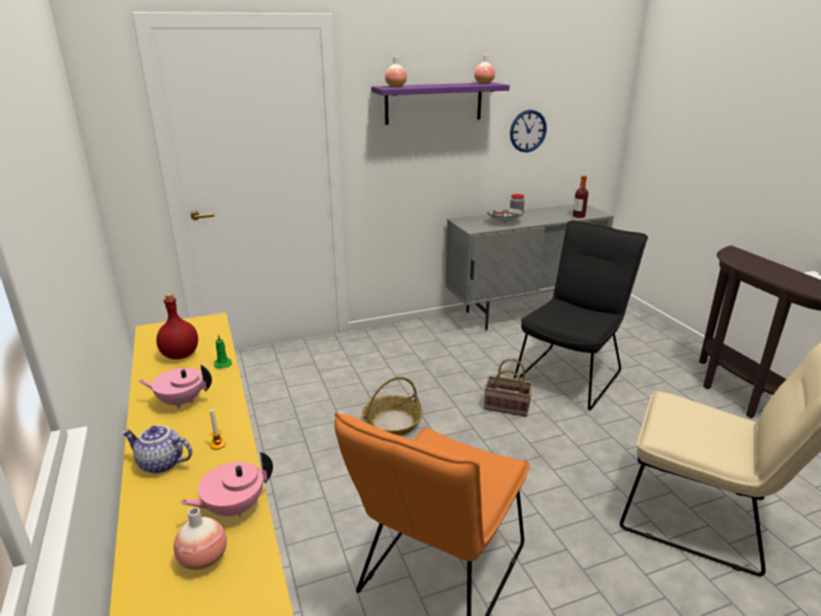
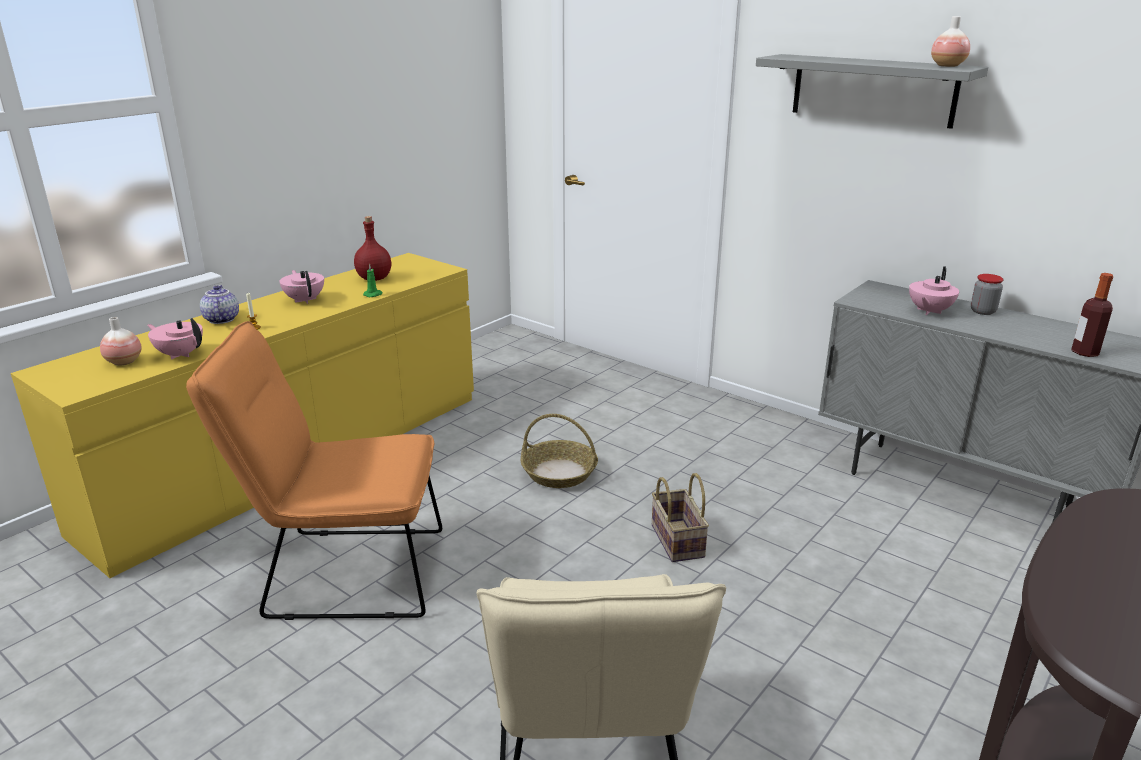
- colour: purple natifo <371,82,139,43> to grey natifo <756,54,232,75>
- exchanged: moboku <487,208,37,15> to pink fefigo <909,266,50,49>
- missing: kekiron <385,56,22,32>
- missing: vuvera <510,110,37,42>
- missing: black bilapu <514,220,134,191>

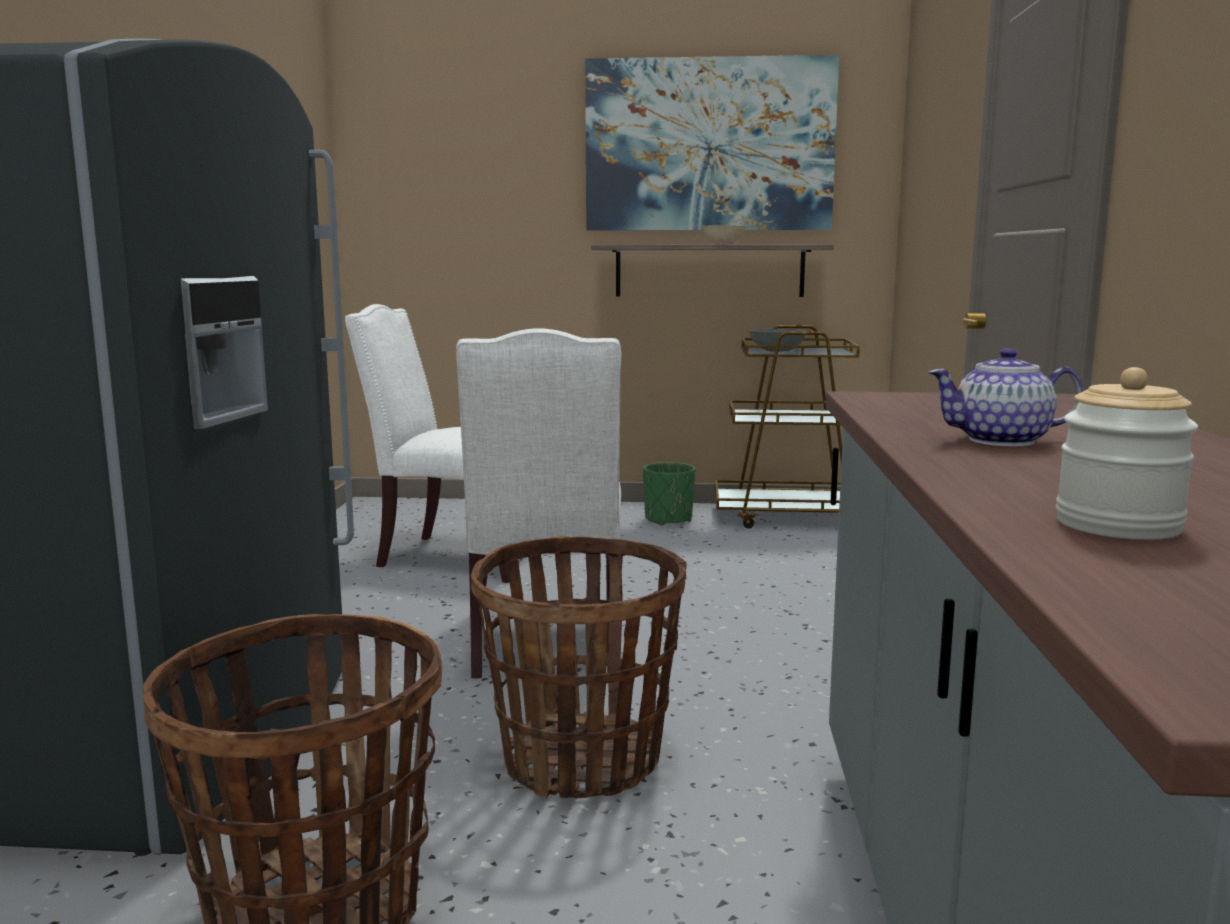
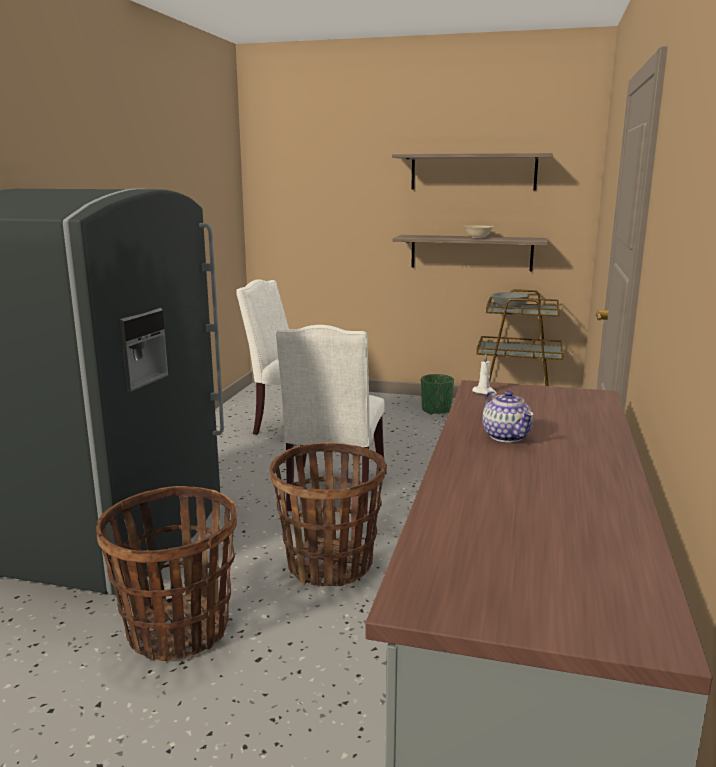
- exchanged: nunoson <585,55,254,175> to natifo <392,153,161,37>
- appeared: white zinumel <472,355,25,40>
- spun: fefigo <928,348,156,99> = <483,391,51,52> 120 degrees counterclockwise
- missing: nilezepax <1056,367,142,173>

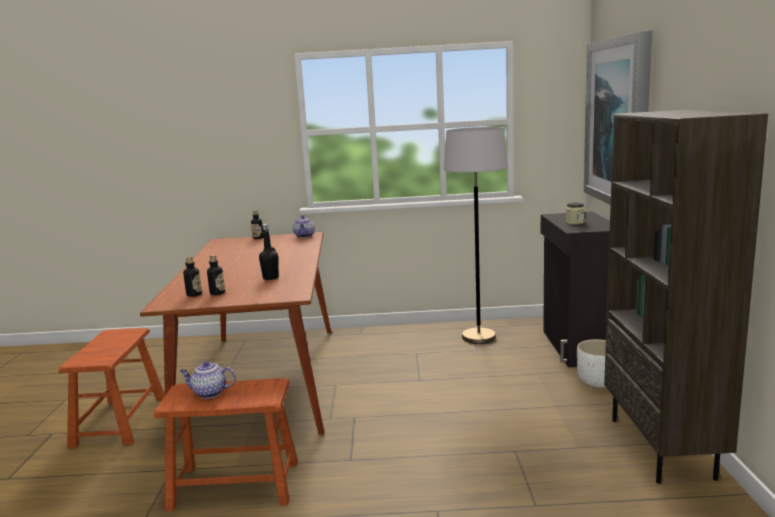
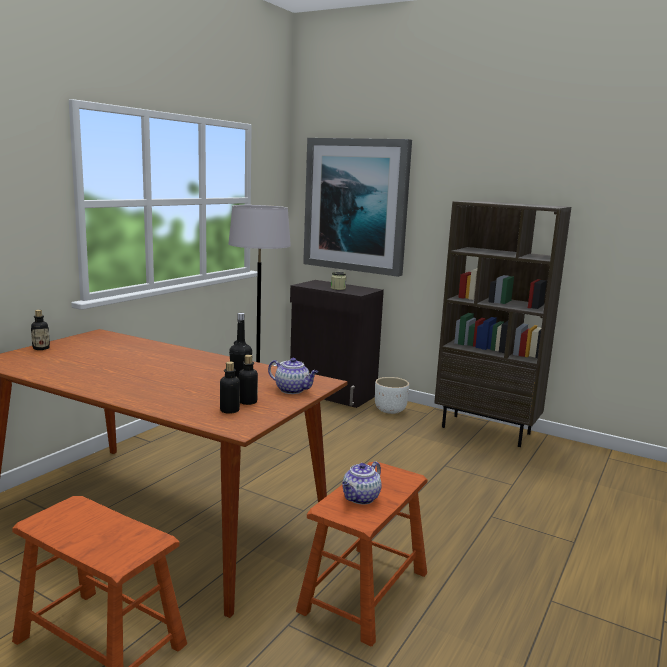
- relocated: fefigo <293,215,22,23> to <268,358,50,36>

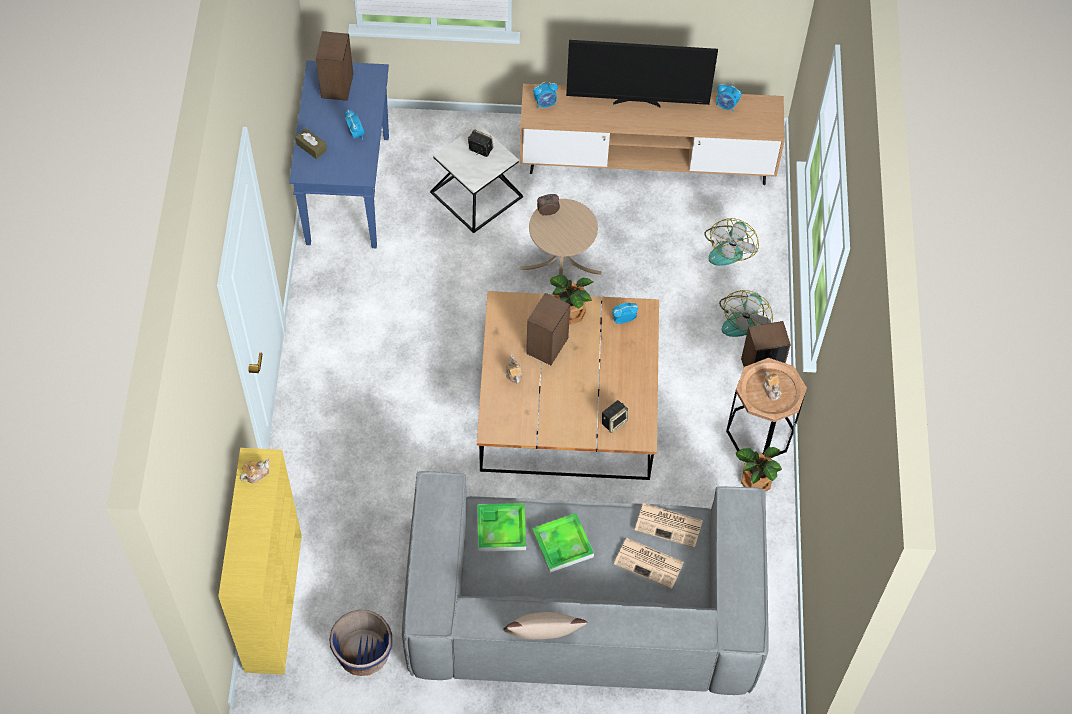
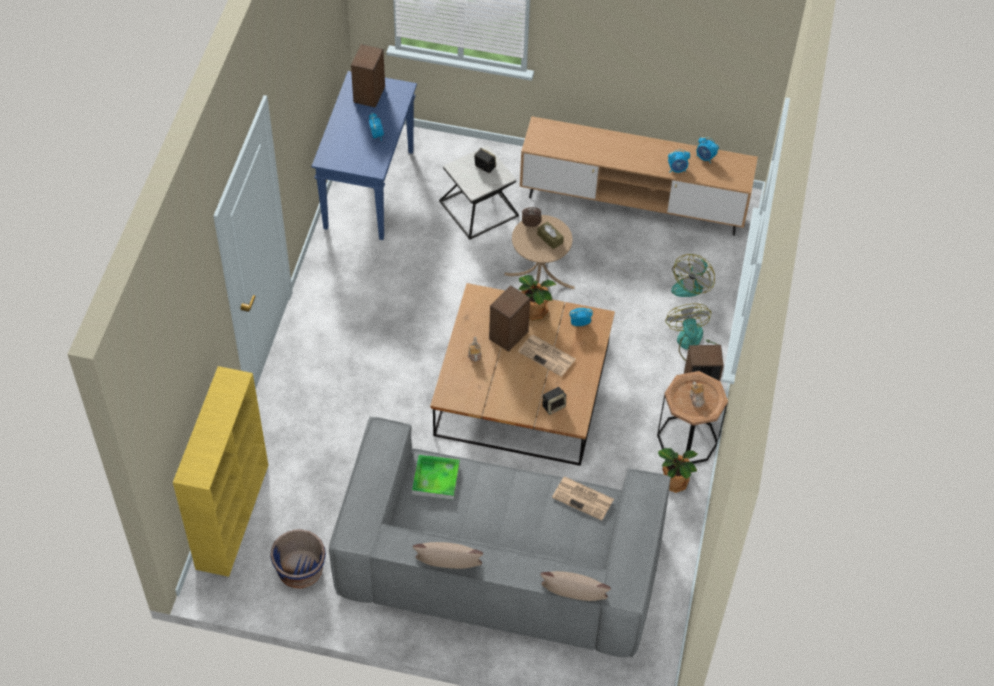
- relocated: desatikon <614,538,70,51> to <518,335,58,42>
- relocated: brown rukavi <295,128,32,31> to <537,221,27,28>
- appeared: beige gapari <541,571,70,30>
- spun: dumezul <719,290,54,47> = <665,304,53,57> 135 degrees clockwise
- relocated: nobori <533,81,25,28> to <668,149,22,24>
- missing: fefigo <240,459,30,24>
- missing: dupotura <532,513,62,60>
- missing: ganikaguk <566,40,152,67>

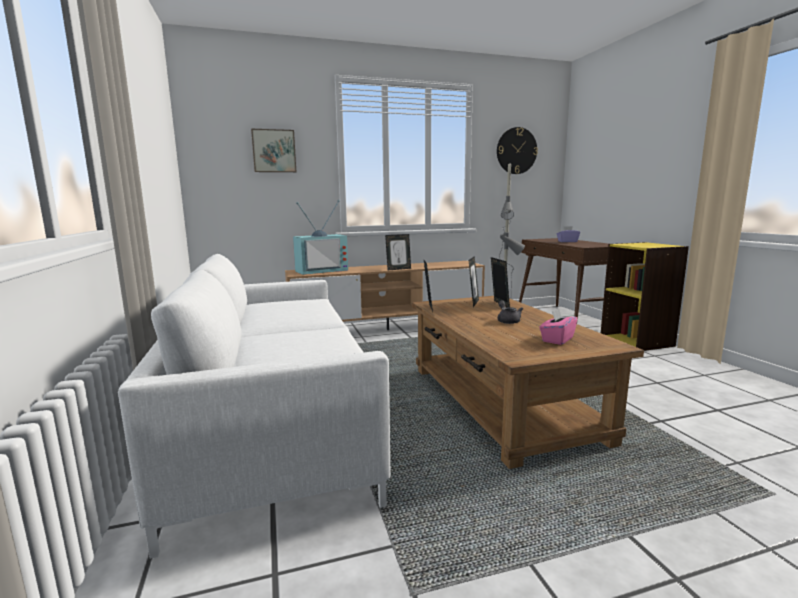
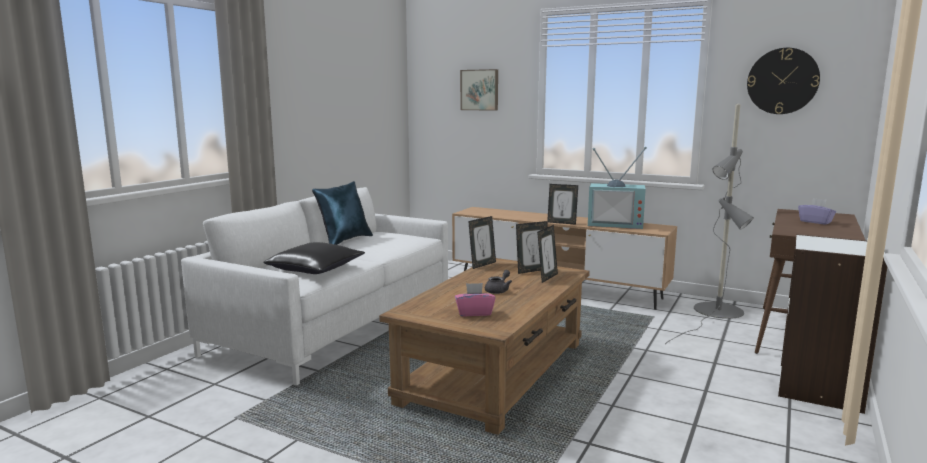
- appeared: black gapari <264,242,101,32>
- appeared: blue gapari <312,181,61,64>
- relocated: ganikaguk <293,200,55,75> to <588,147,59,82>
- colour: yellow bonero <601,242,88,109> to white bonero <778,234,109,180>

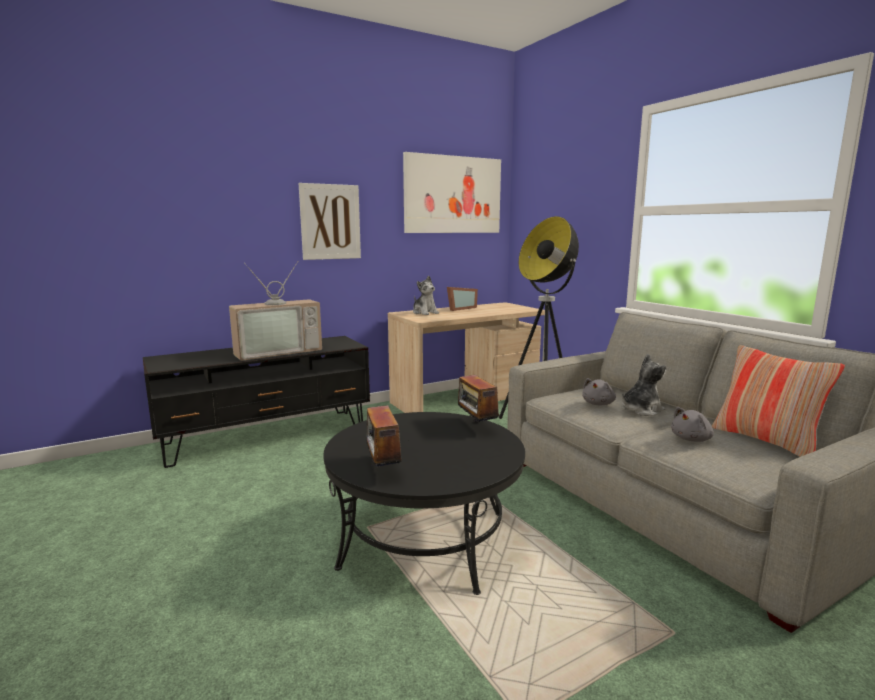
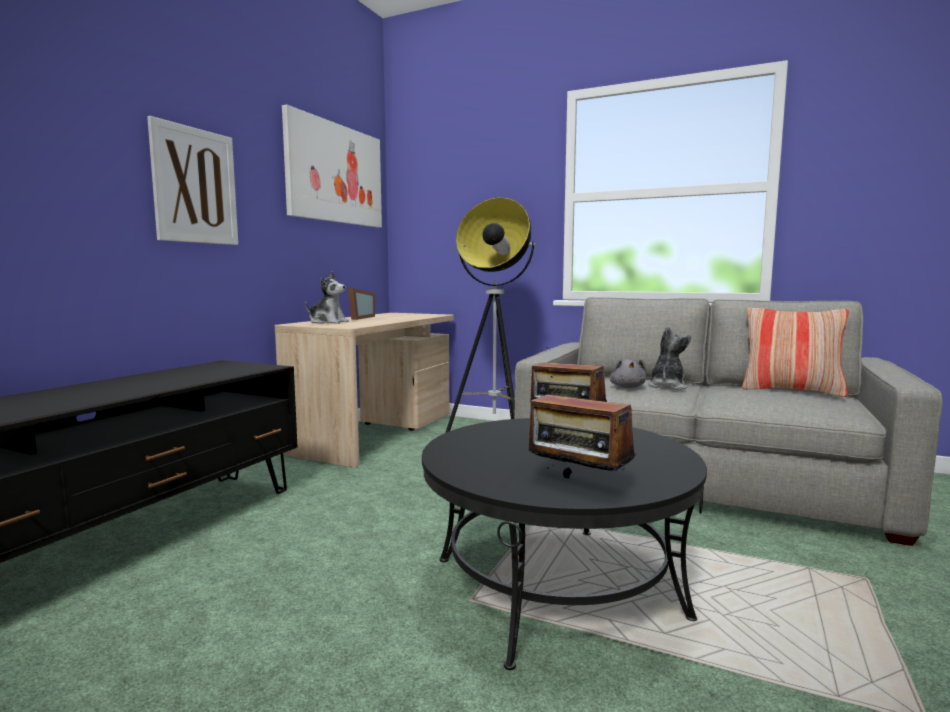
- missing: ganikaguk <229,262,93,99>
- missing: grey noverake <671,407,43,35>

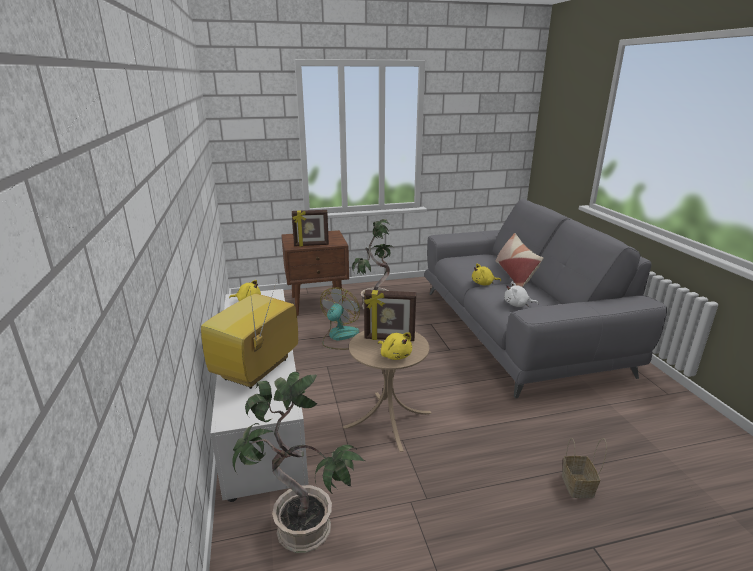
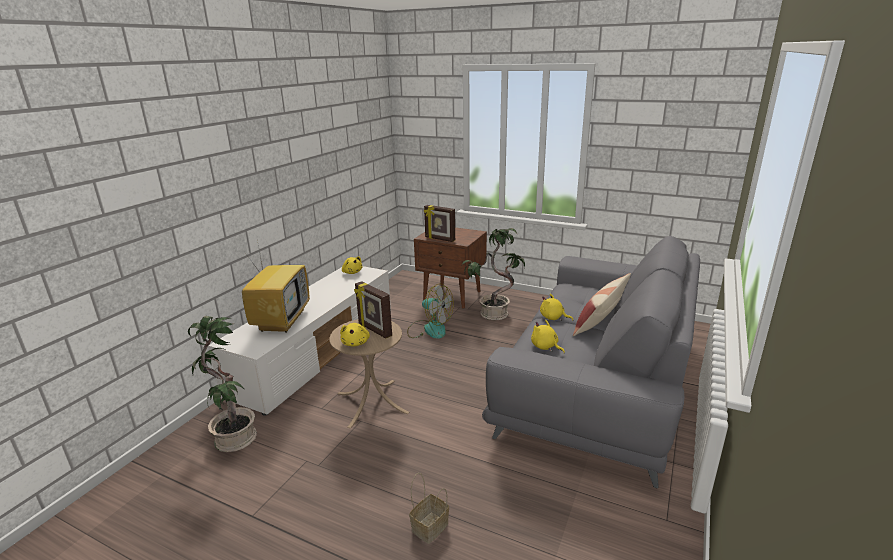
- spun: ganikaguk <201,280,97,109> = <242,234,68,99> 120 degrees clockwise
- spun: dumezul <320,287,40,63> = <407,284,47,55> 60 degrees clockwise
- colour: white noverake <504,281,35,26> to yellow noverake <531,320,34,33>

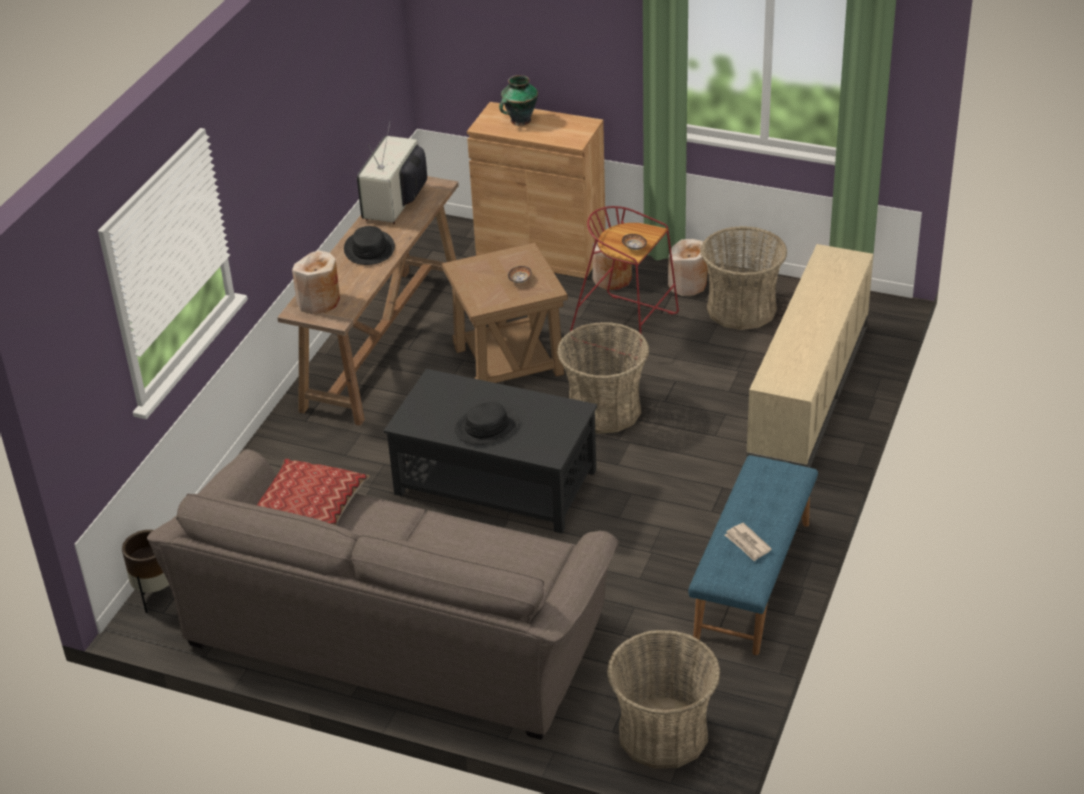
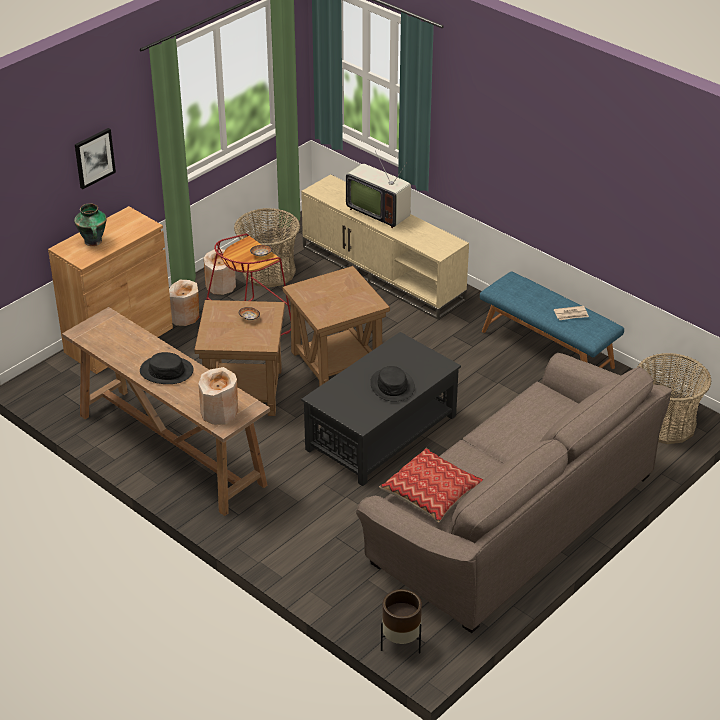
- appeared: nunoson <75,128,41,61>
- exchanged: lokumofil <557,322,92,112> to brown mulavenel <283,266,107,121>
- relocated: ganikaguk <357,123,70,101> to <346,151,65,77>

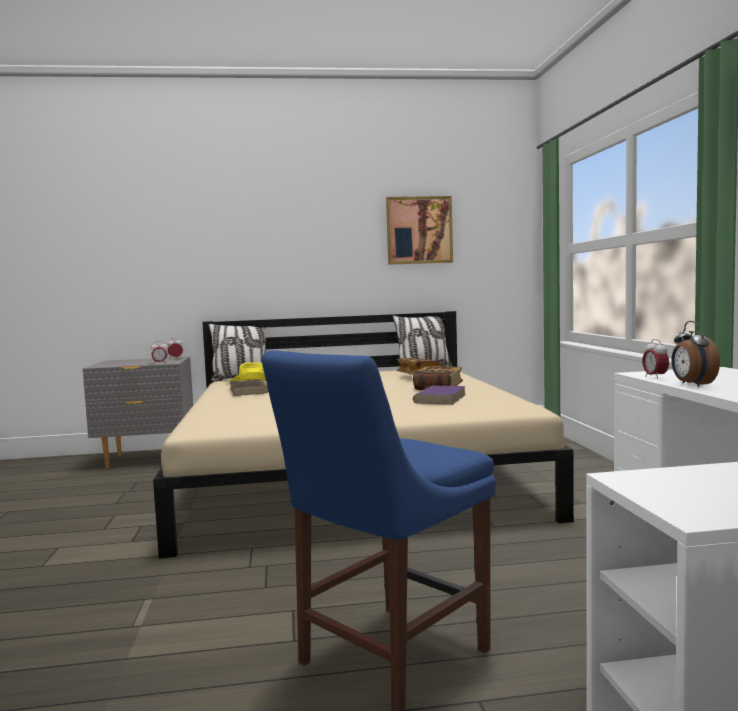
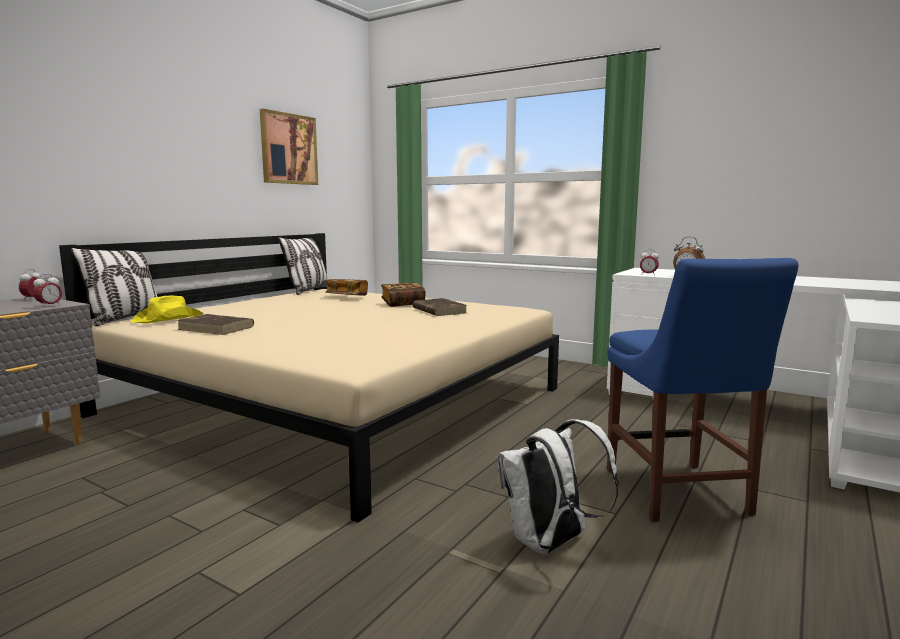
- colour: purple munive <413,386,53,19> to brown munive <412,298,54,18>
- appeared: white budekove <497,419,122,136>

